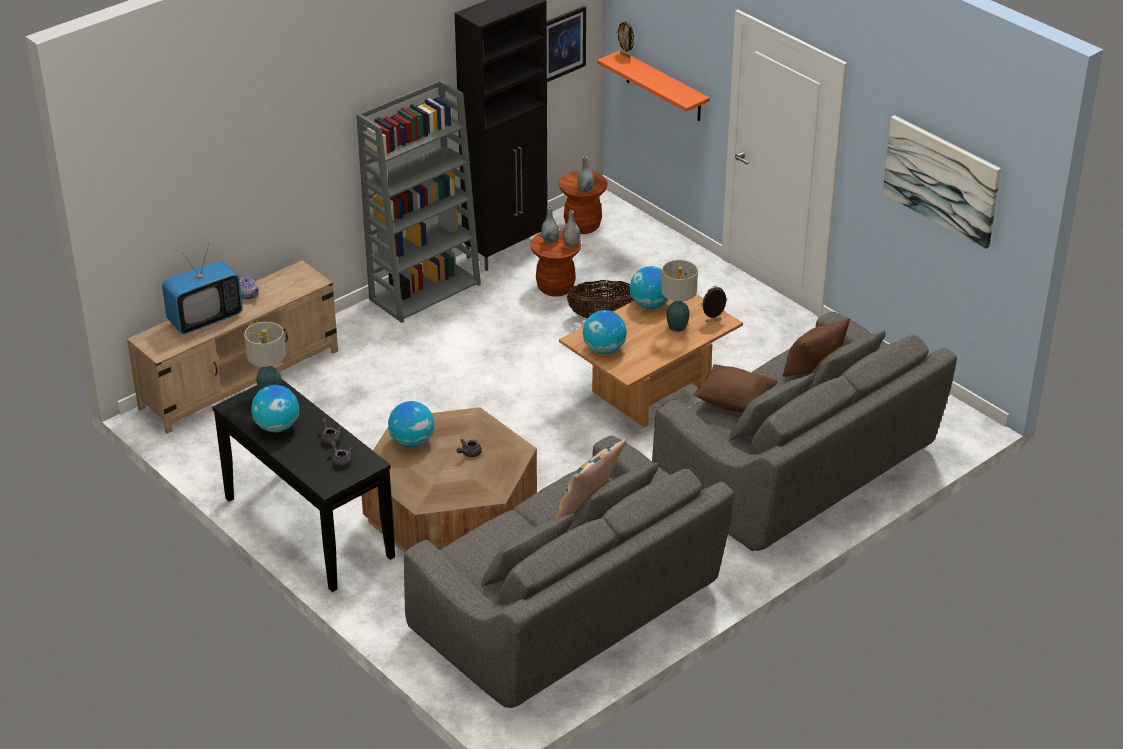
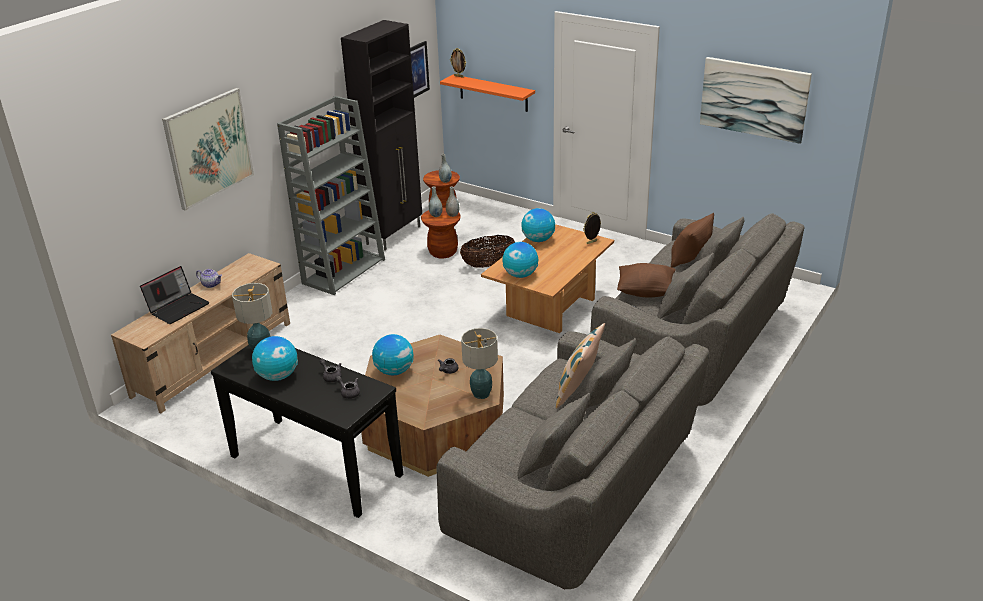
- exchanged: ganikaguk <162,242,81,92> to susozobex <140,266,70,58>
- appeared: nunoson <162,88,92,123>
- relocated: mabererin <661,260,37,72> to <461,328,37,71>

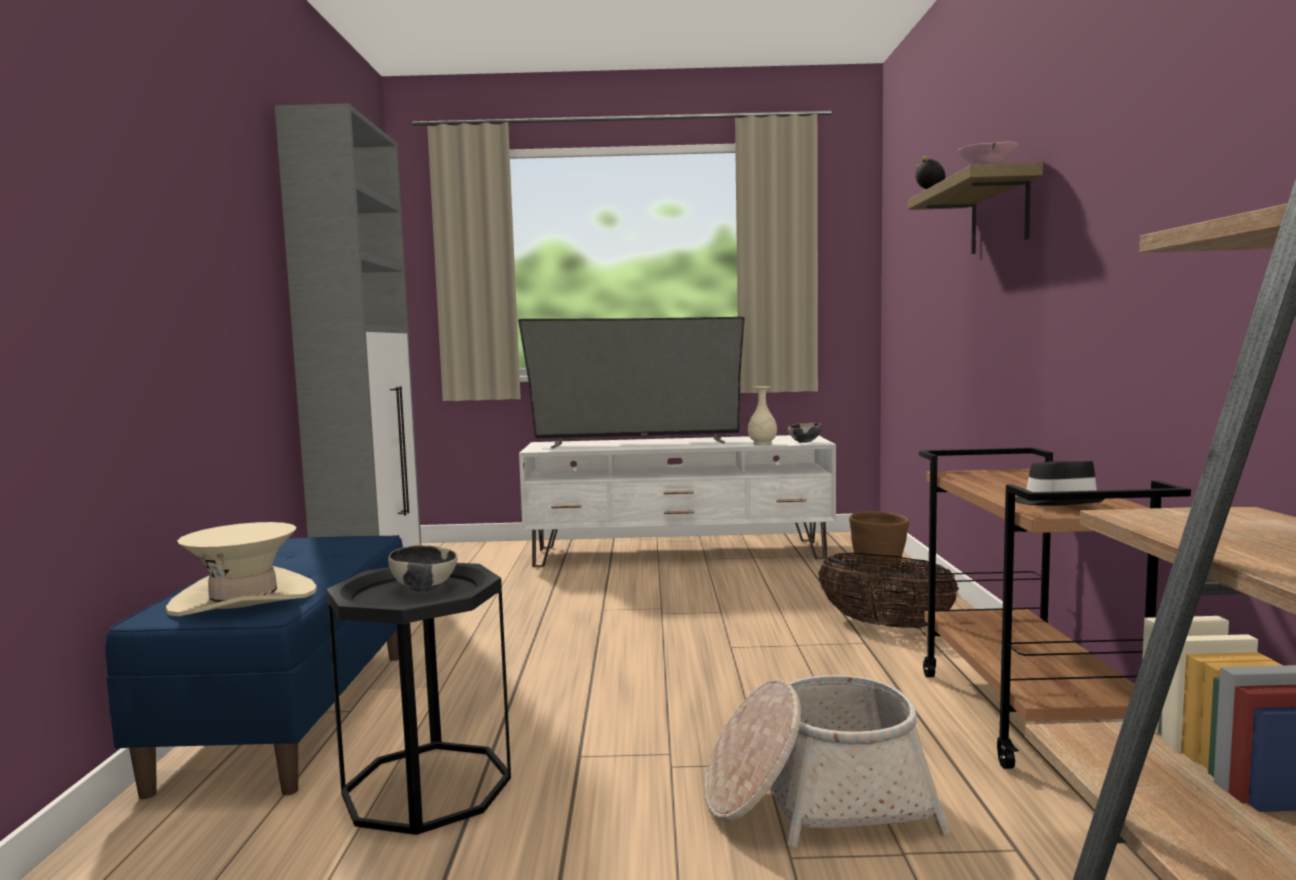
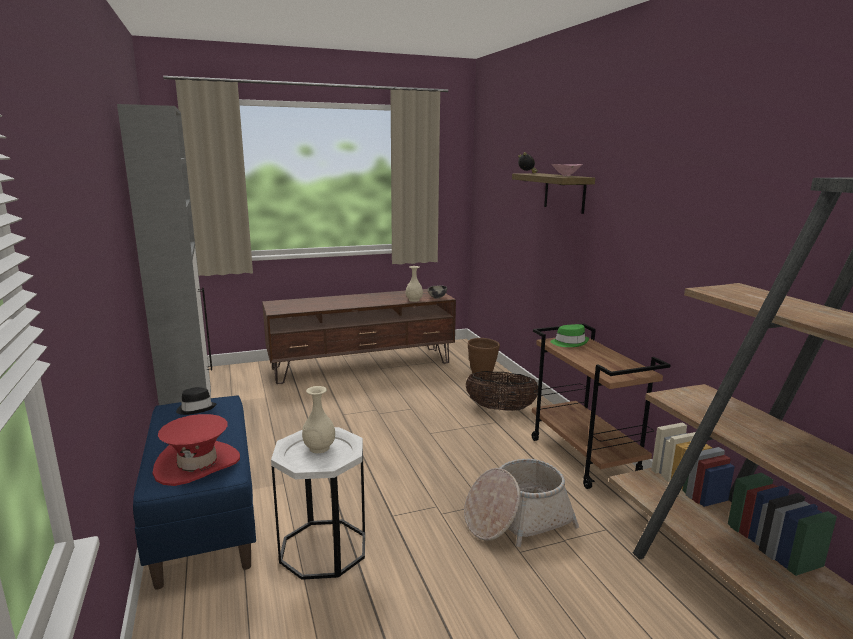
- colour: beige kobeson <166,522,151,94> to red kobeson <153,414,87,72>
- relocated: black kobeson <1015,461,89,45> to <176,387,40,28>
- colour: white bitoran <519,435,317,132> to brown bitoran <262,289,194,95>
- colour: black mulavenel <326,563,185,272> to white mulavenel <271,427,94,153>
- exchanged: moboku <388,545,70,46> to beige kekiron <302,386,33,67>
- appeared: green kobeson <550,324,39,23>
- missing: ganikaguk <518,317,227,132>

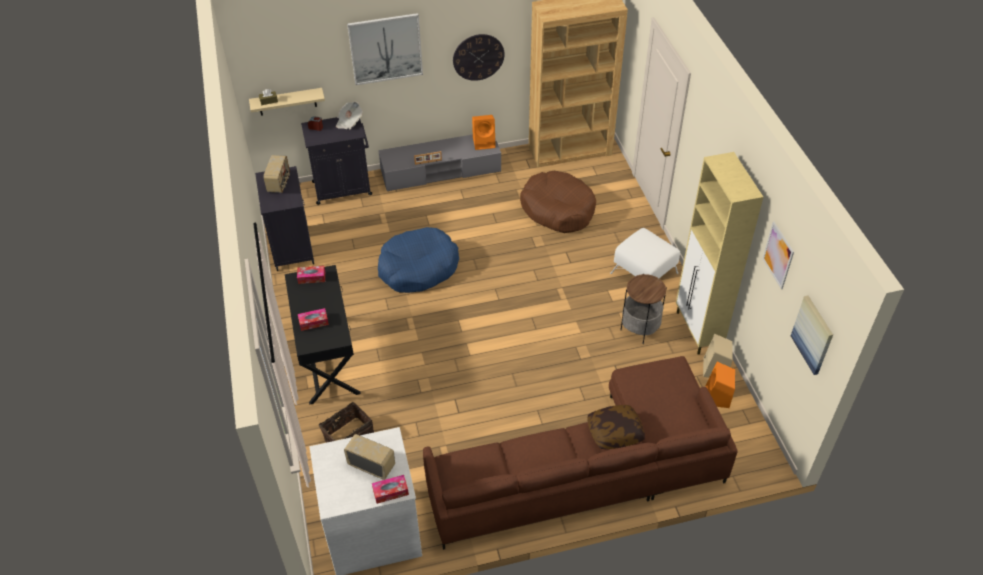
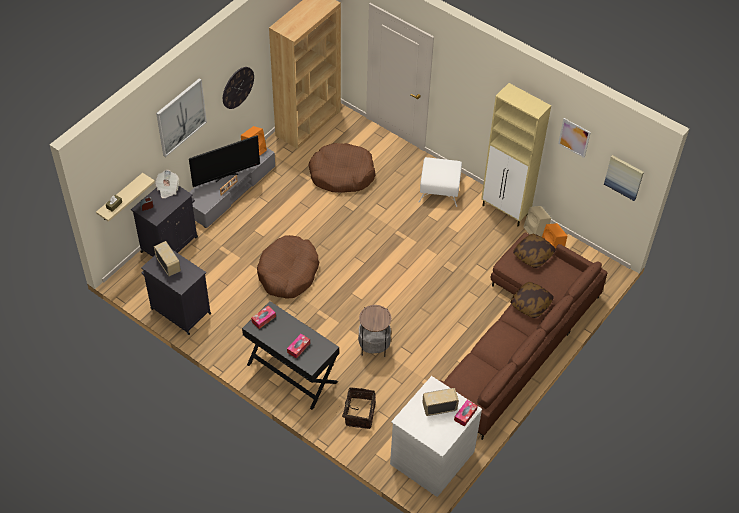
- appeared: ganikaguk <189,135,71,52>
- colour: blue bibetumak <378,227,81,66> to brown bibetumak <257,235,62,63>
- relocated: mulavenel <620,274,47,70> to <358,305,33,52>
- appeared: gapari <513,234,43,34>

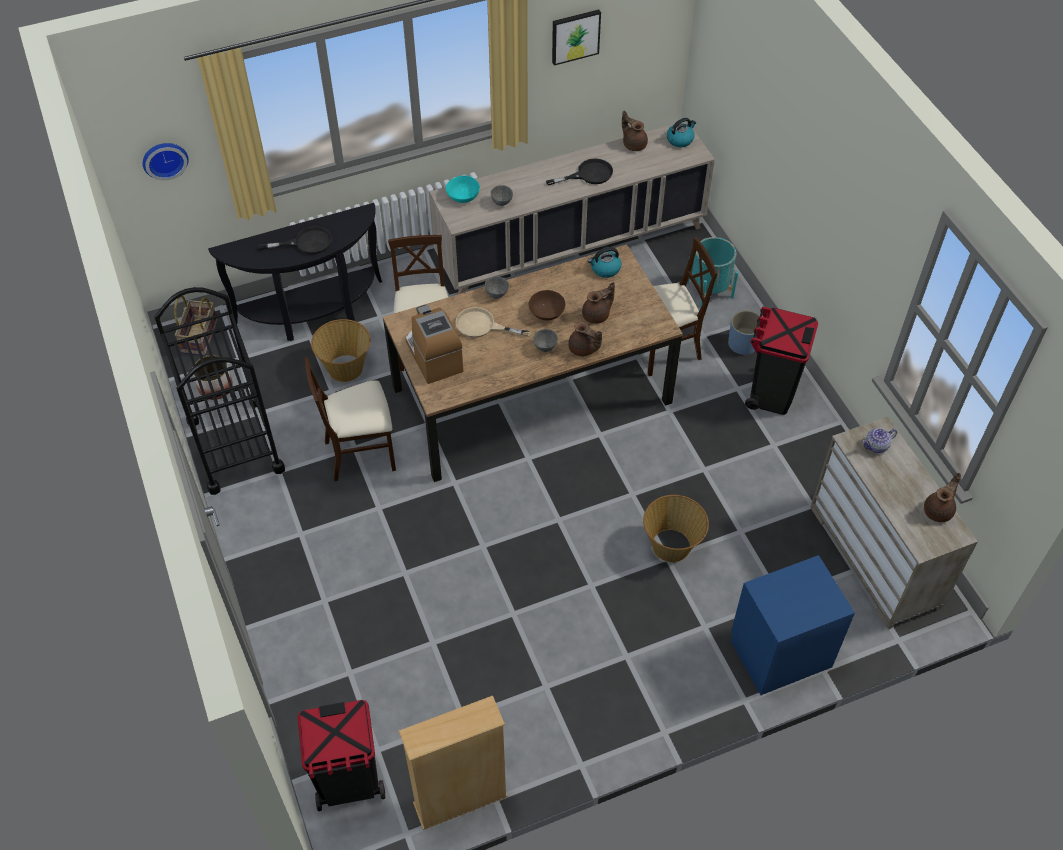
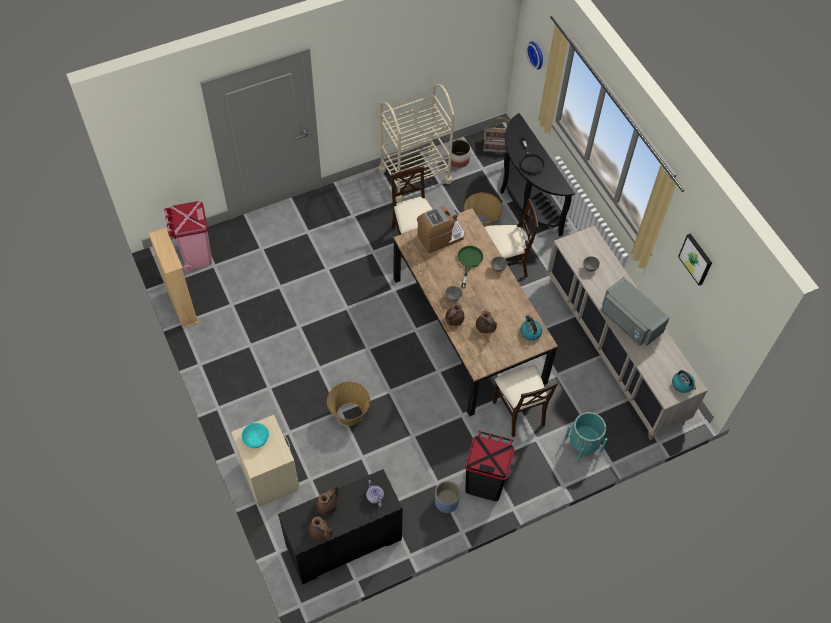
- colour: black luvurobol <297,700,88,111> to pink luvurobol <164,201,48,70>
- colour: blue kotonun <731,555,124,140> to beige kotonun <231,415,68,92>
- relocated: turquoise moboku <446,175,34,28> to <242,423,27,25>
- colour: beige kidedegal <810,417,168,213> to black kidedegal <278,469,125,115>
- relocated: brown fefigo <622,111,26,40> to <316,484,22,31>
- colour: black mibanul <155,287,130,208> to beige mibanul <379,84,76,118>
- relocated: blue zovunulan <728,310,32,46> to <435,481,26,32>
- colour: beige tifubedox <455,307,76,31> to green tifubedox <458,246,25,42>
- exchanged: black tifubedox <546,158,67,28> to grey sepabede <601,277,69,69>
- missing: brown moboku <528,290,37,30>

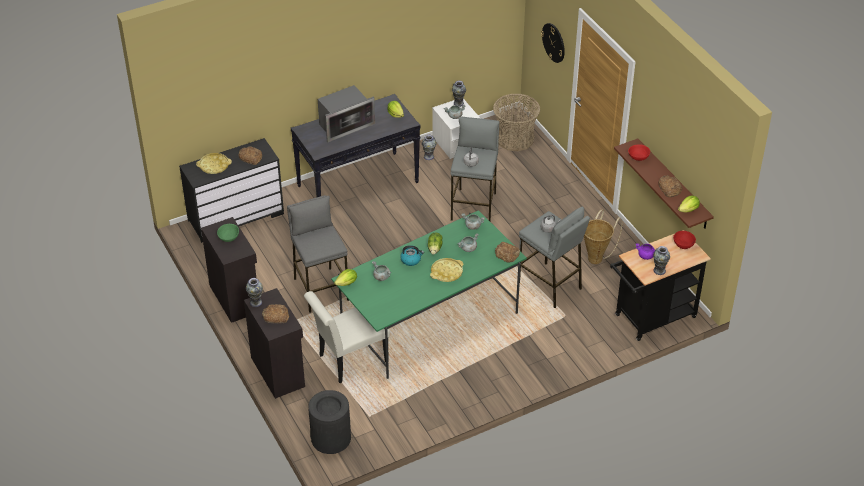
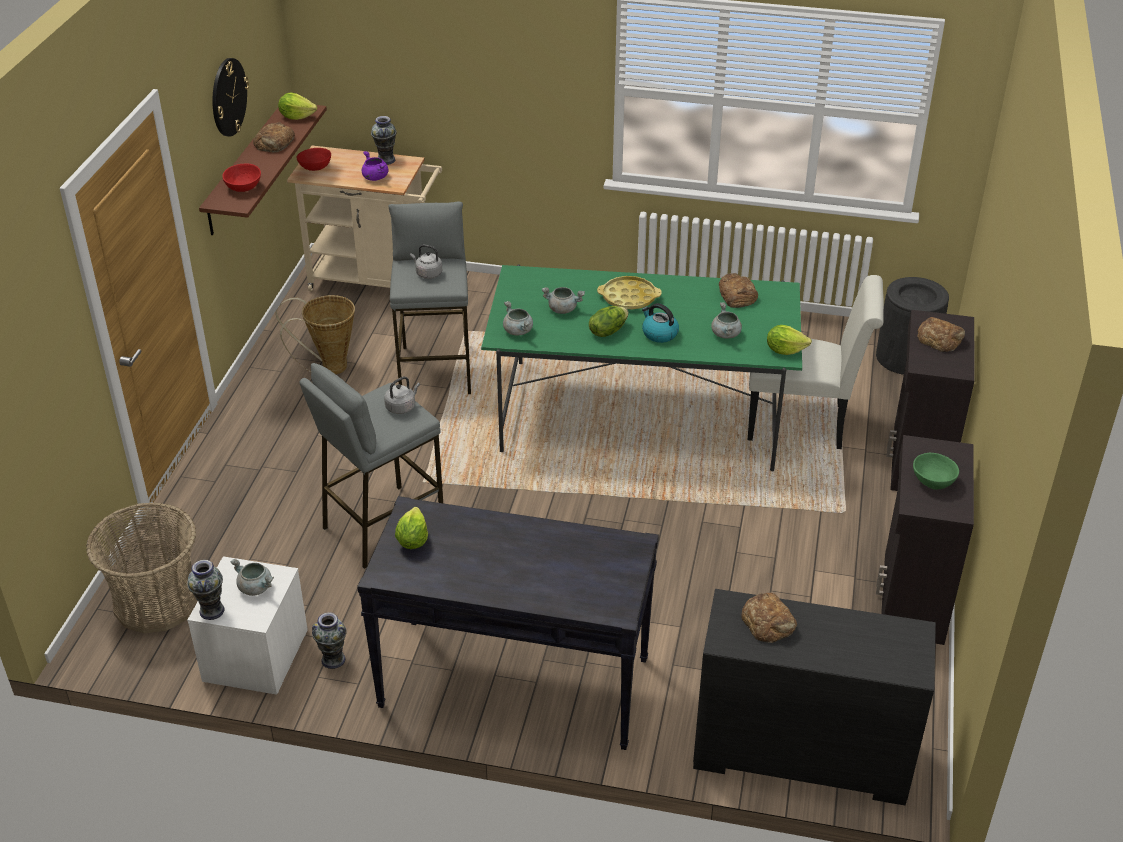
- relocated: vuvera <541,23,24,40> to <212,58,37,79>
- colour: black mibanul <610,230,101,111> to beige mibanul <287,146,155,145>
- relocated: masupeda <495,242,25,21> to <719,273,39,35>
- missing: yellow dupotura <196,153,36,21>
- missing: kekiron <246,278,17,29>
- missing: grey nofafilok <287,195,62,118>
- missing: sepabede <318,85,57,57>

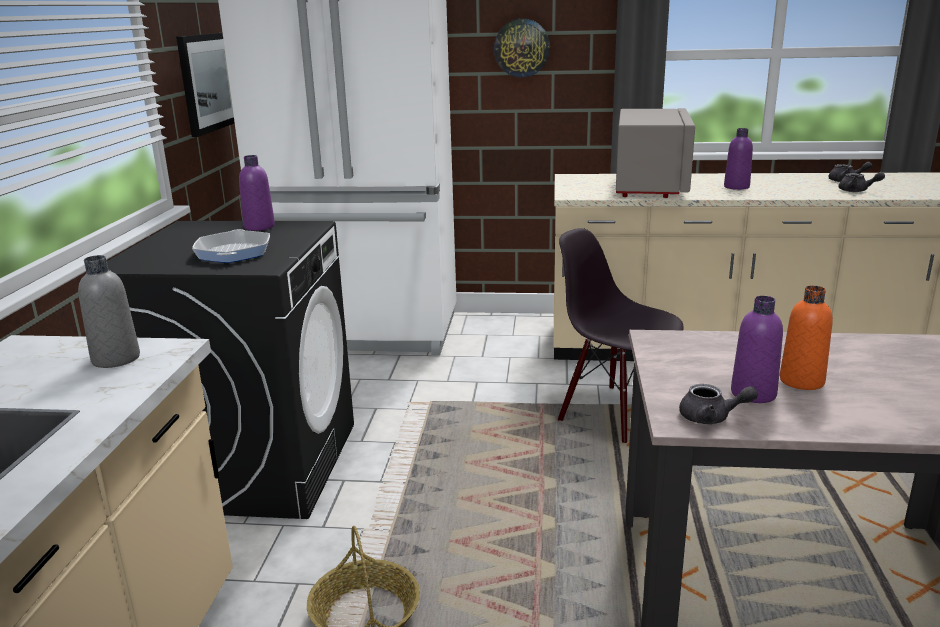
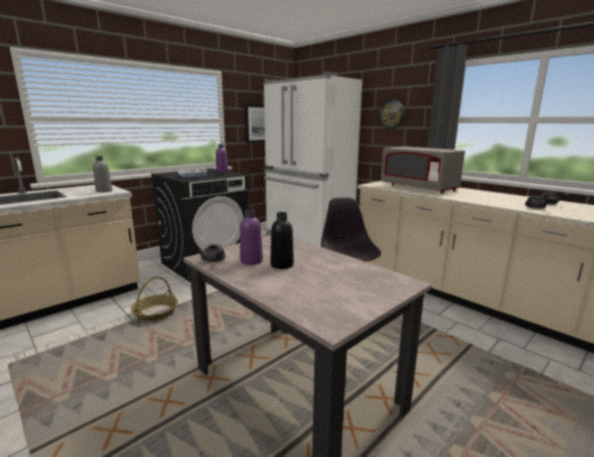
- colour: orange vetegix <780,286,53,104> to black vetegix <271,212,23,57>
- spun: grey sepabede <616,108,79,90> = <381,147,84,47> 90 degrees clockwise
- missing: purple vetegix <724,128,29,62>

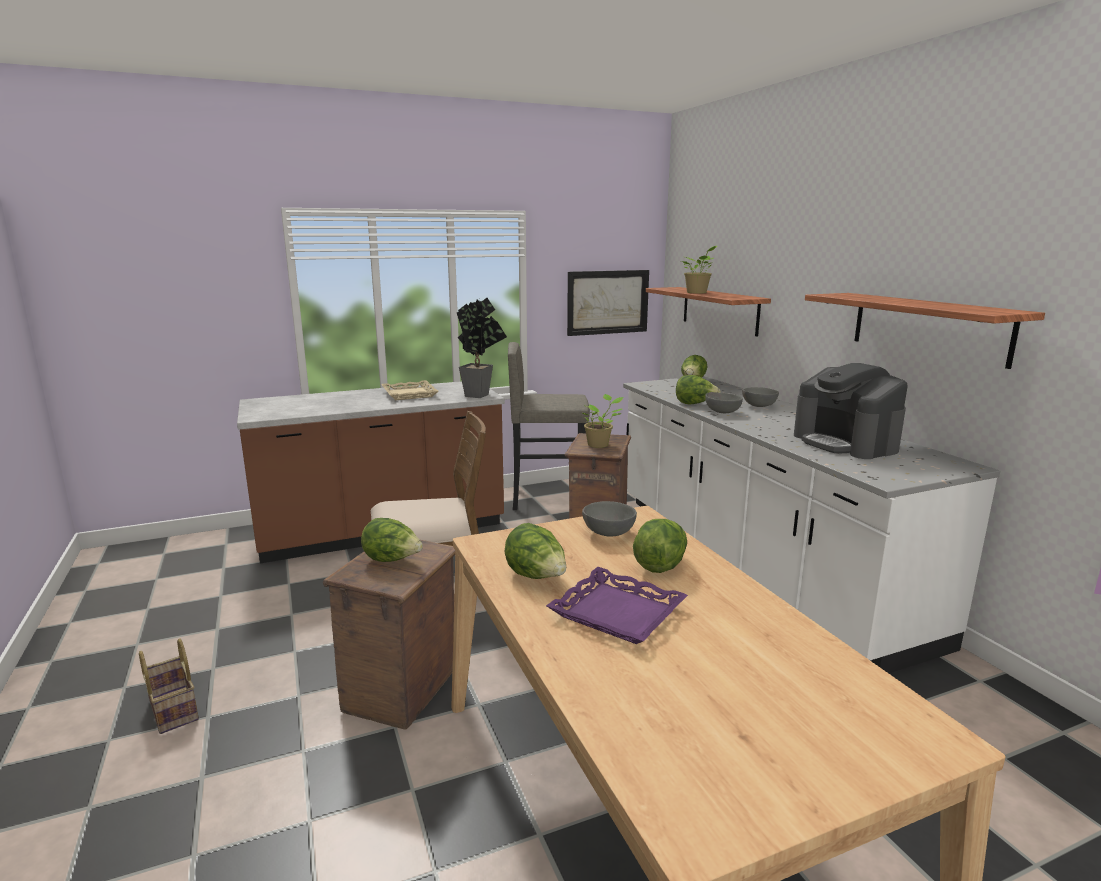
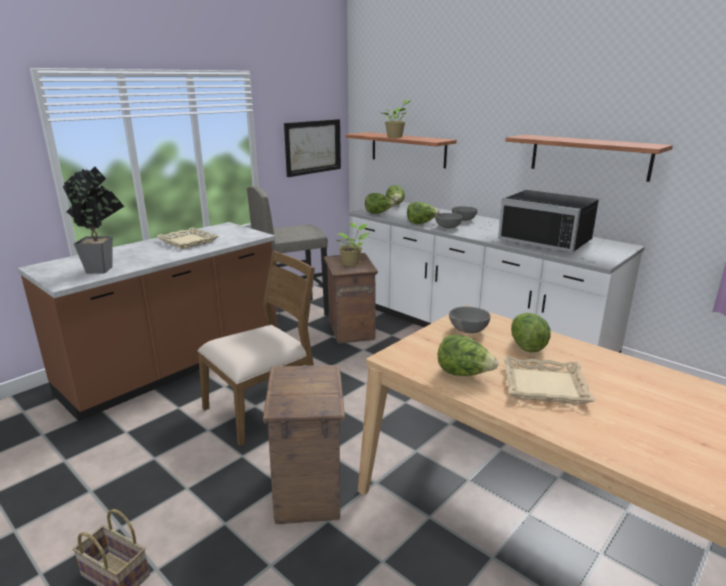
- relocated: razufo <457,298,50,100> to <63,167,61,107>
- relocated: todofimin <361,518,62,44> to <365,193,31,21>
- exchanged: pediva <794,363,114,96> to black sepabede <498,190,101,63>
- colour: purple dupotura <546,567,142,77> to beige dupotura <503,357,92,47>

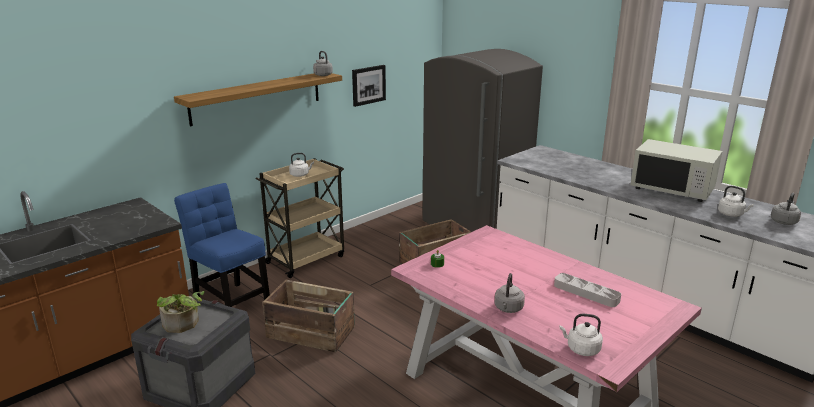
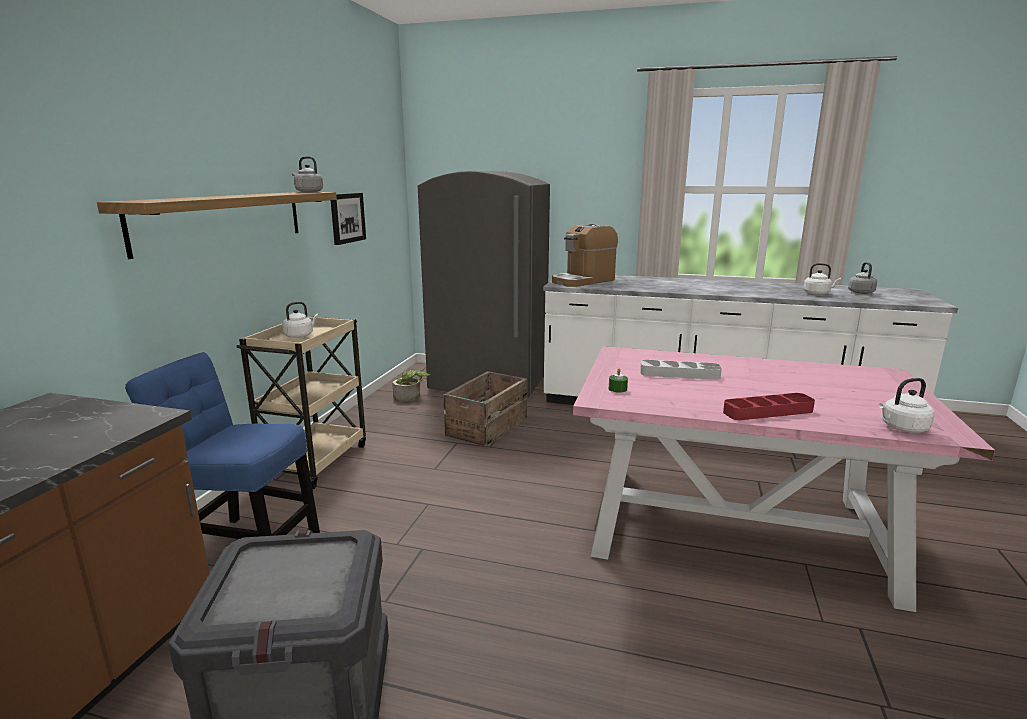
- relocated: razufo <157,291,48,42> to <392,370,39,32>
- appeared: pediva <552,224,66,63>
- relocated: grey dupotura <554,273,67,34> to <640,360,82,20>
- exchanged: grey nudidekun <495,273,30,40> to red dupotura <723,393,92,27>
- missing: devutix <263,280,92,72>
- missing: white sepabede <630,139,92,63>

